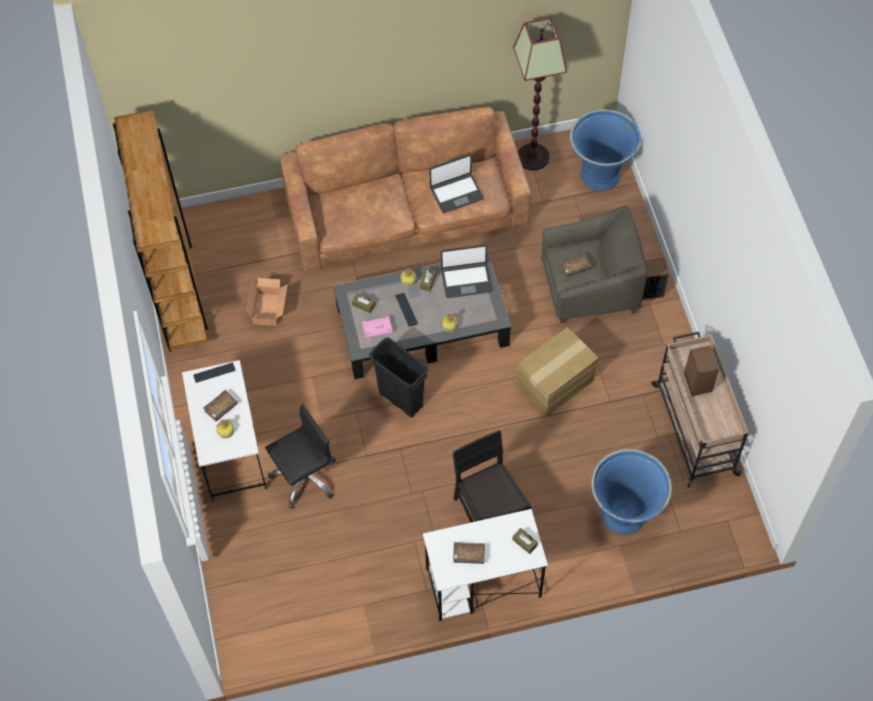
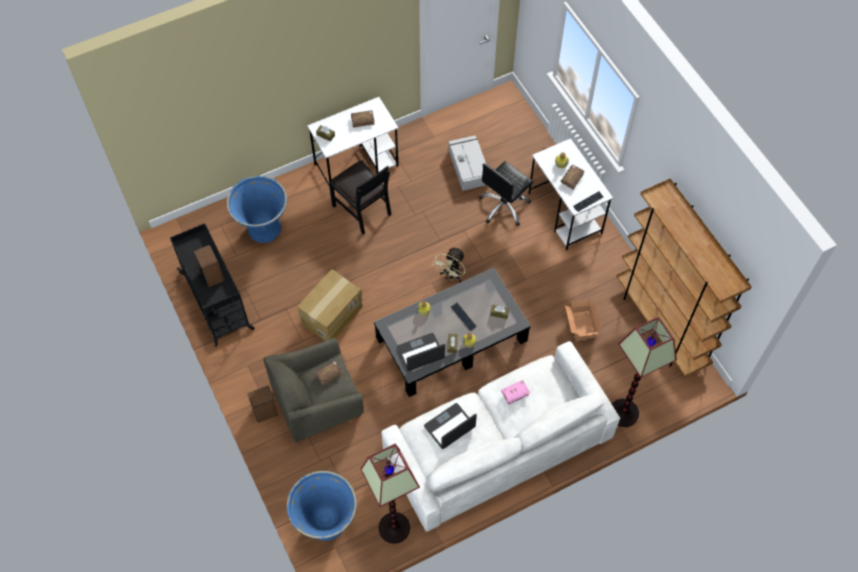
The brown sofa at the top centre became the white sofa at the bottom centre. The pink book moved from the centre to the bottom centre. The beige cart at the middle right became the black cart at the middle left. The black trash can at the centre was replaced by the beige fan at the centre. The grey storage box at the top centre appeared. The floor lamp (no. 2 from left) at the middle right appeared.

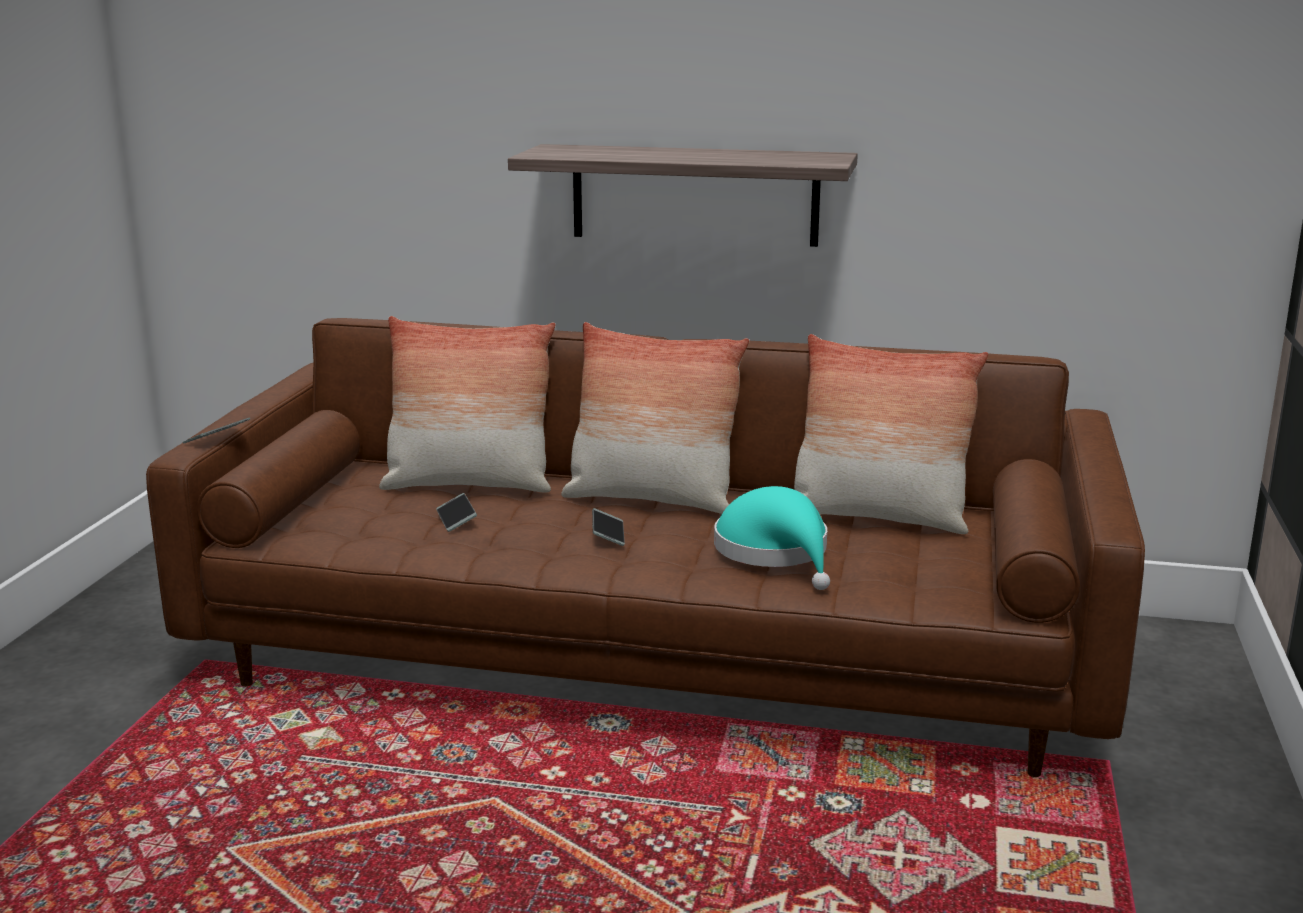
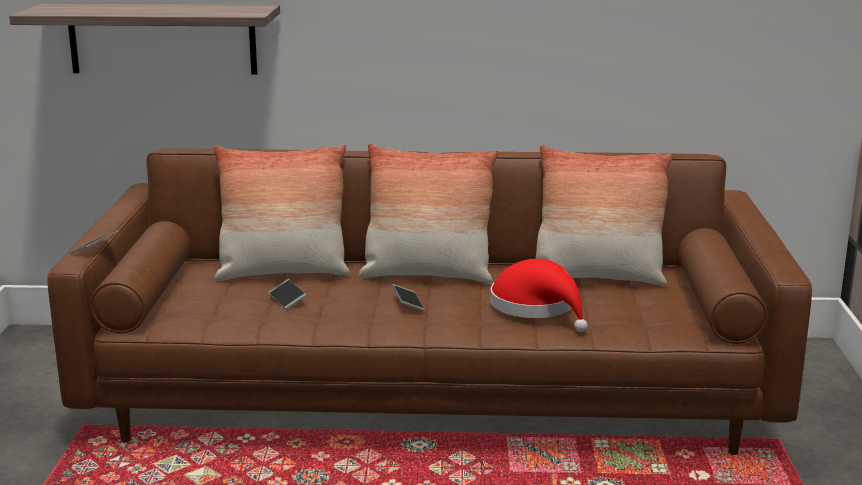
The shelf moved from the top centre to the top left. The turquoise hat at the centre became the red hat at the centre.

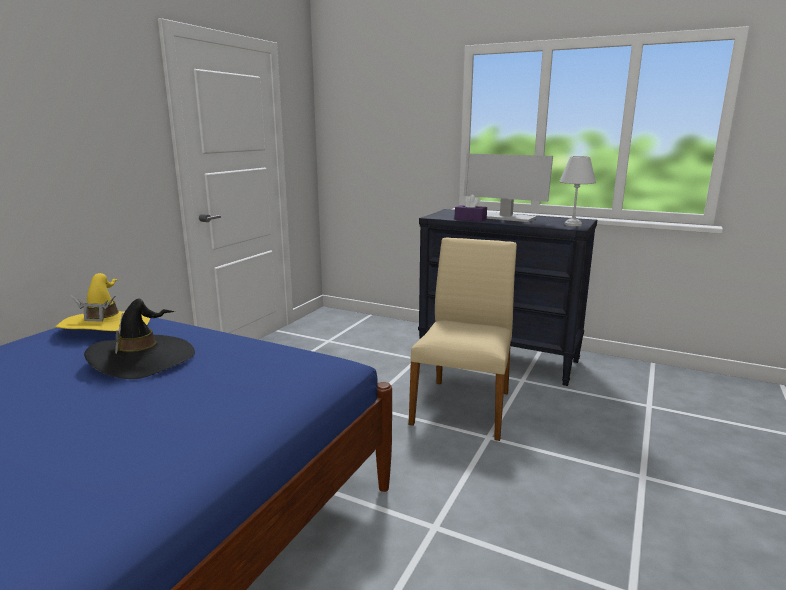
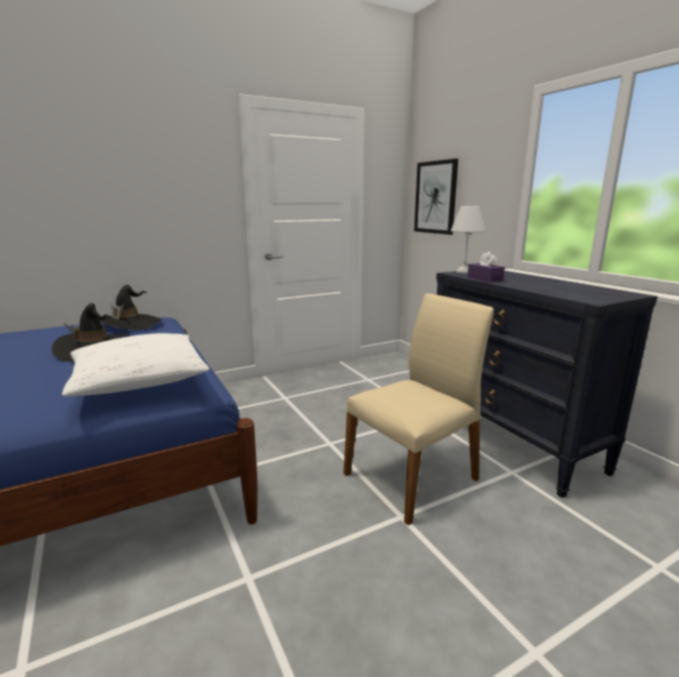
The monitor at the top centre disappeared. The white table lamp moved from the top right to the middle right. The yellow hat at the middle left became the black hat (no. 2 from left) at the middle left. The picture at the top centre appeared. The white pillow at the middle left appeared.

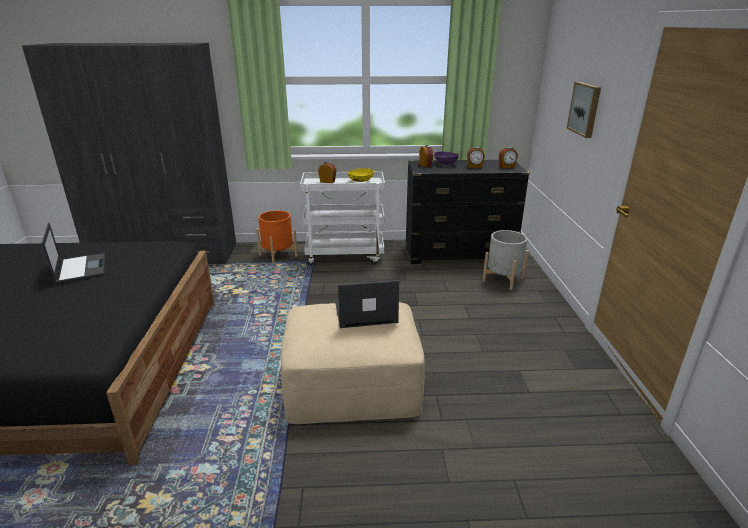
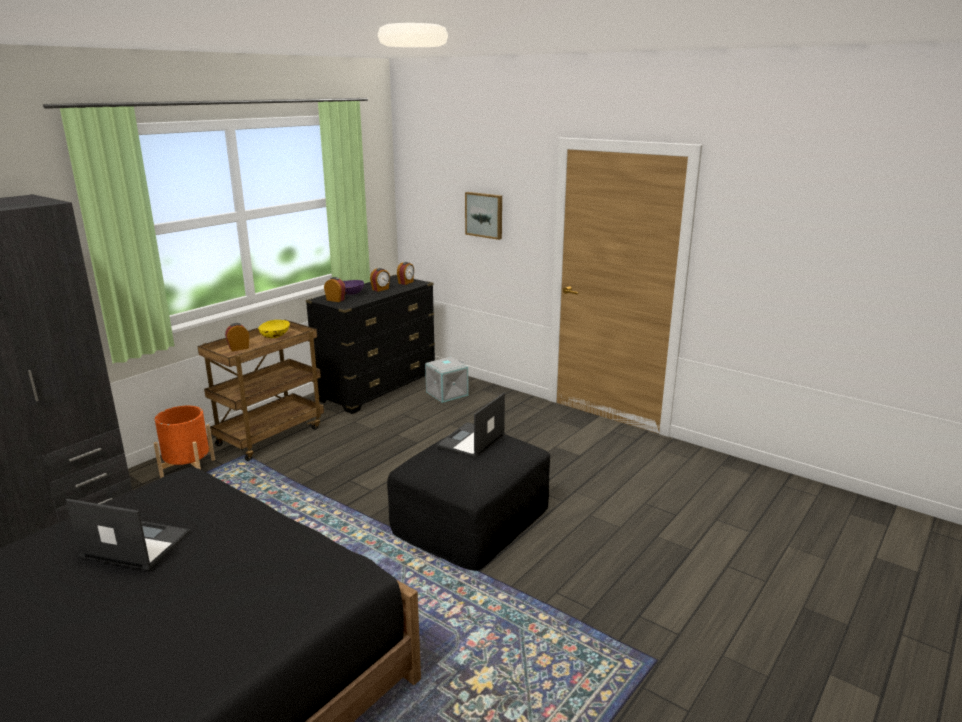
The white cart at the centre became the brown cart at the middle left. The grey planter at the middle right was replaced by the grey storage box at the centre. The beige ottoman at the bottom centre became the black ottoman at the bottom centre.

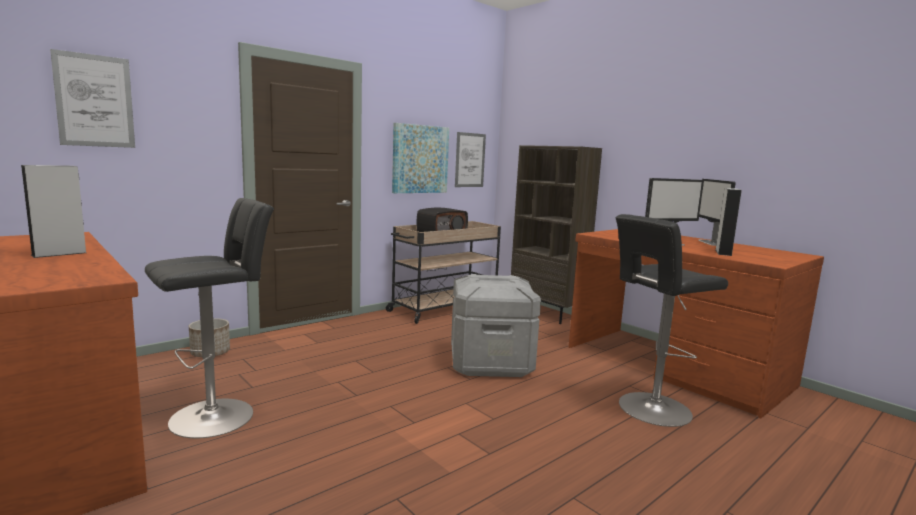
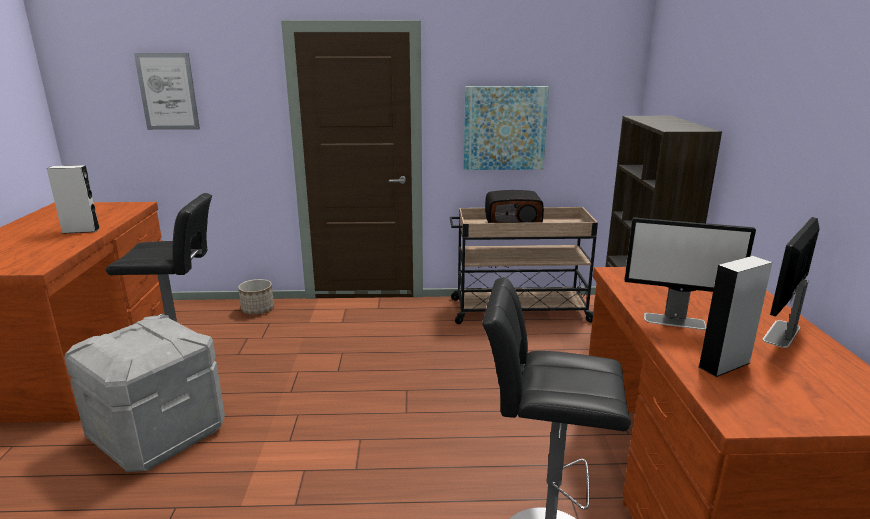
The picture (no. 3 from left) at the top centre disappeared. The grey storage box moved from the centre to the bottom left.

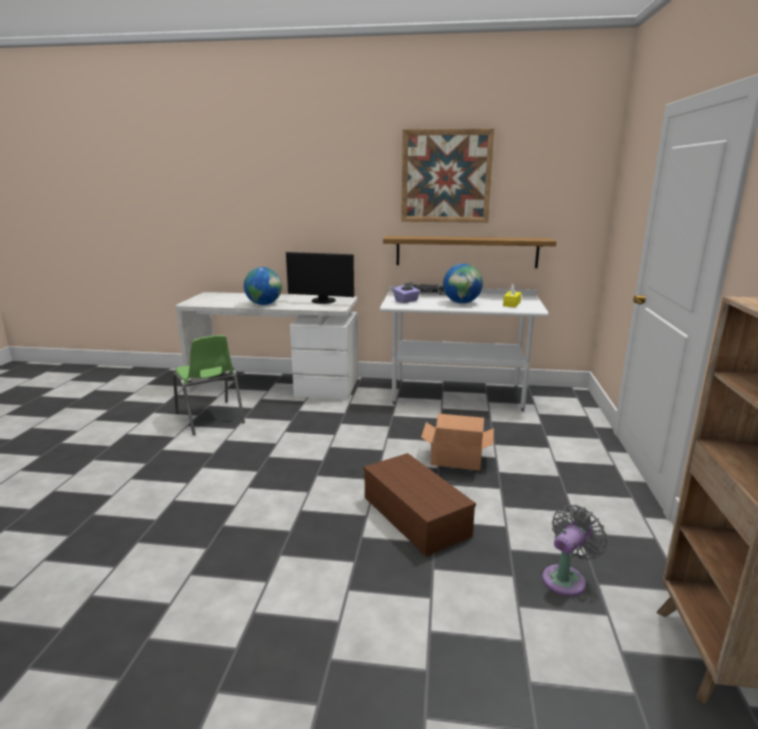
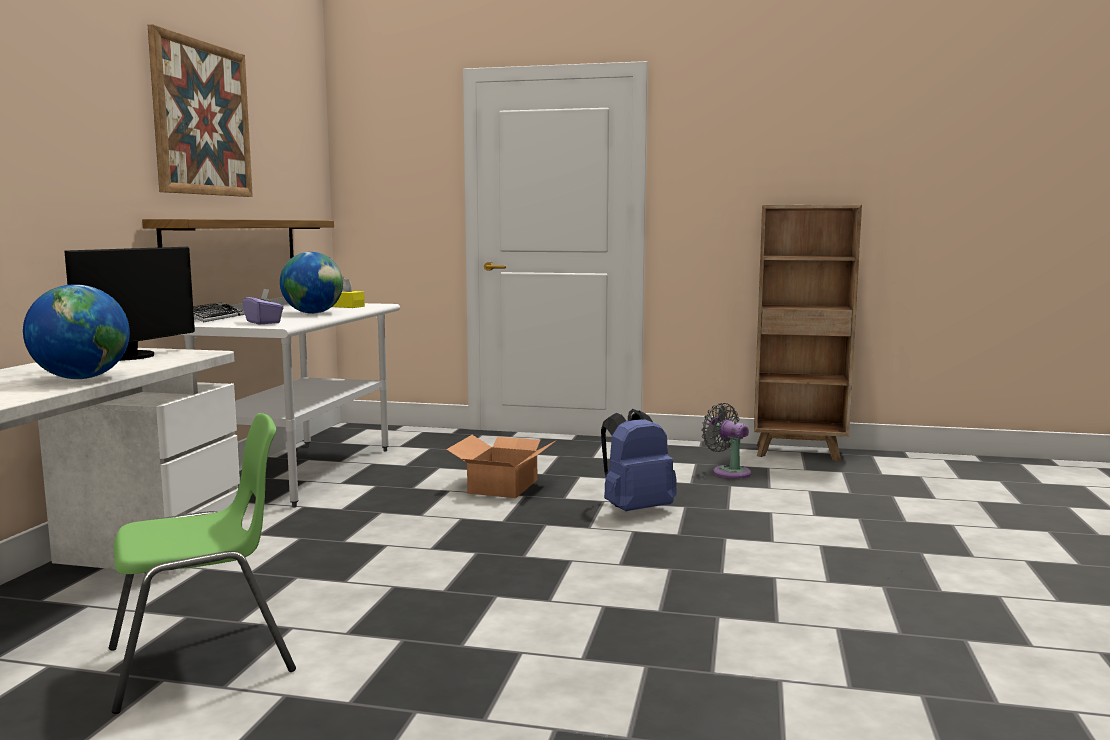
The brown storage box at the bottom centre was replaced by the blue backpack at the centre.

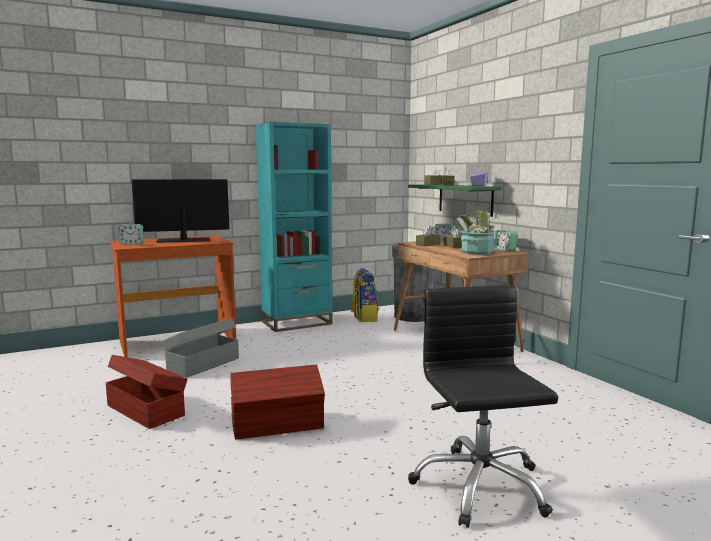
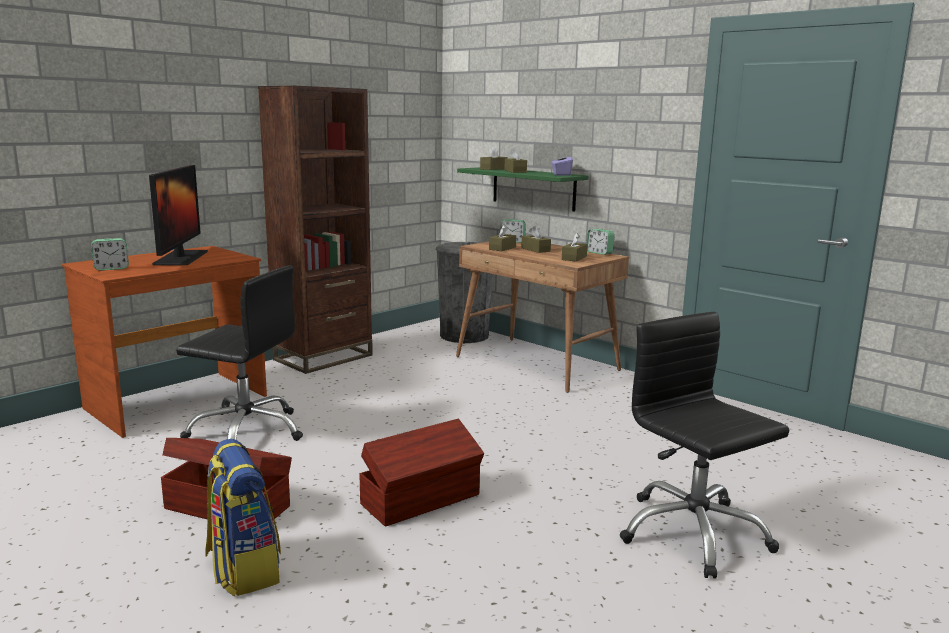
The turquoise bookcase at the centre became the brown bookcase at the middle left. The monitor at the middle left turned 120 degrees clockwise. The potted plant at the middle right was replaced by the brown tissue box (no. 5 from left) at the centre. The backpack moved from the centre to the bottom left. The grey storage box at the middle left was replaced by the black office chair (no. 1 from left) at the middle left.

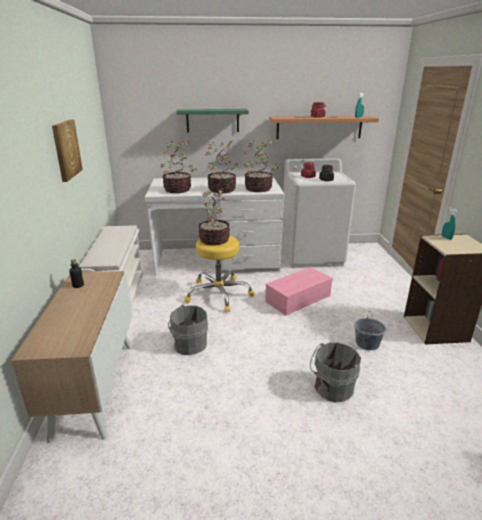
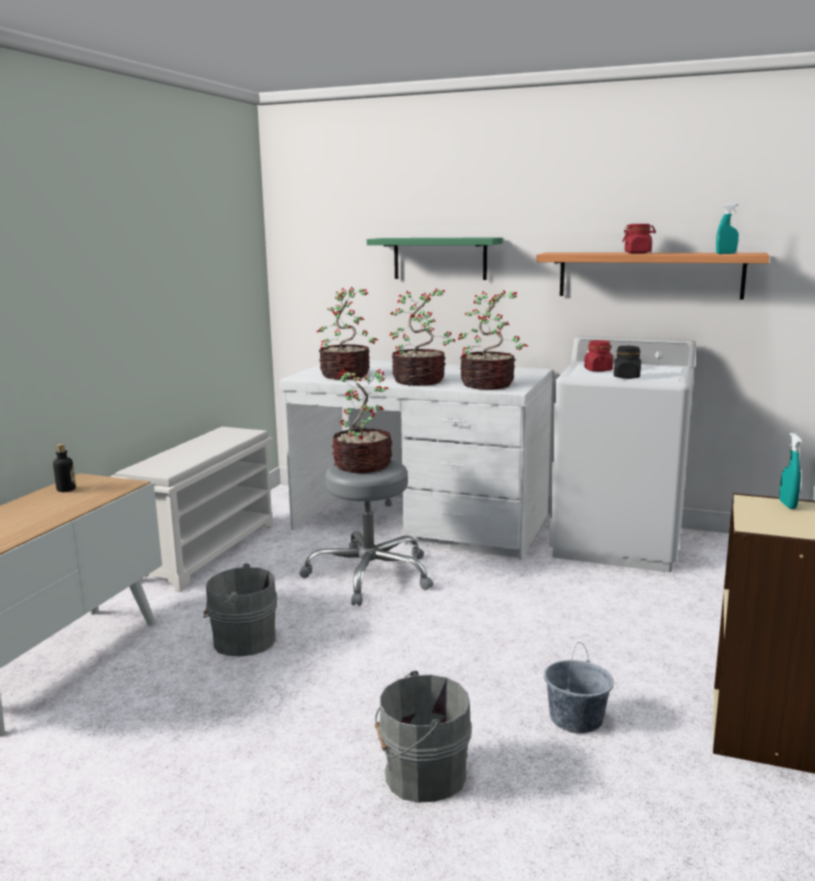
The picture at the top left disappeared. The yellow stool at the centre became the grey stool at the centre. The pink storage box at the centre disappeared.

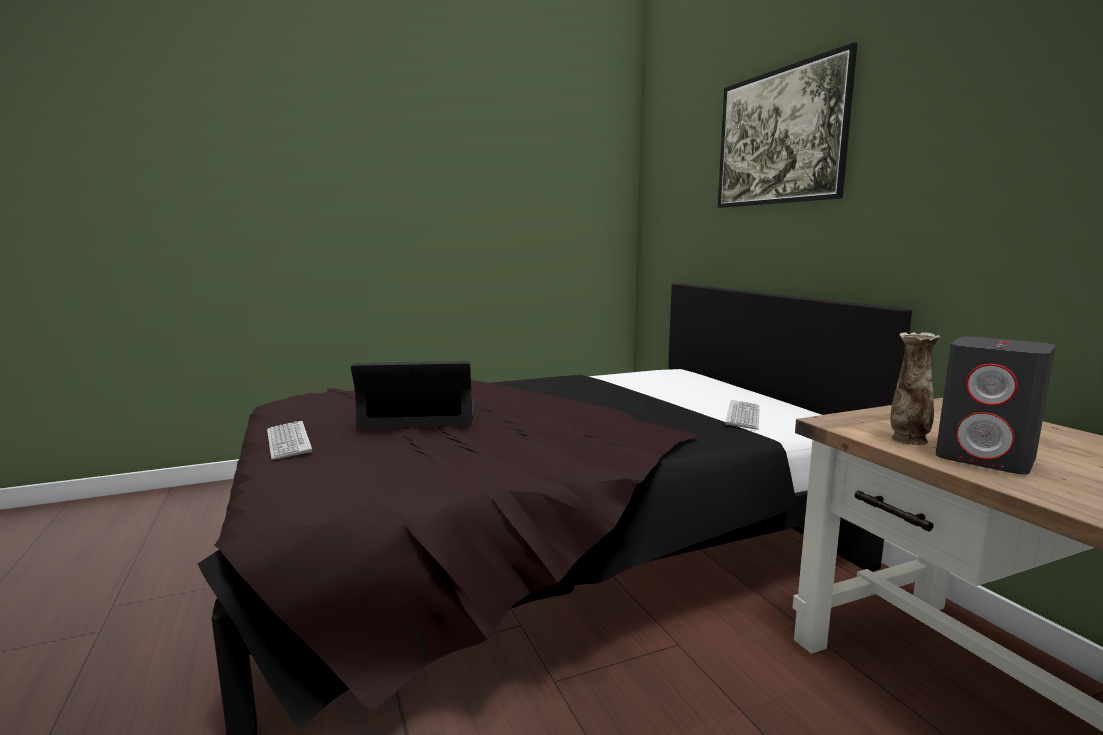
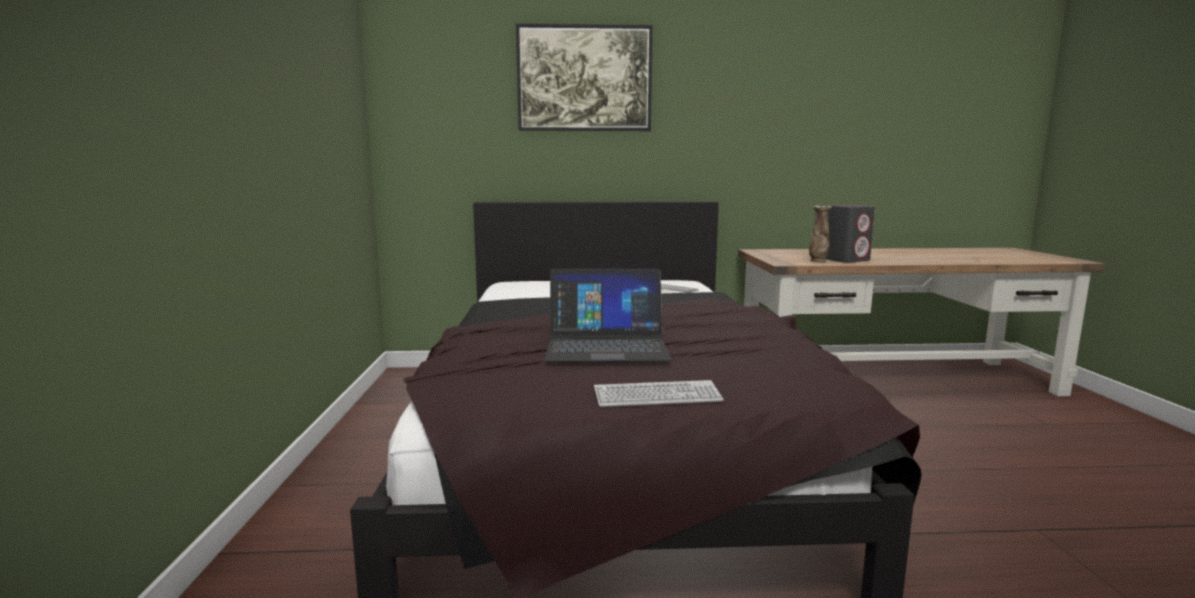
The laptop at the centre turned 105 degrees counterclockwise.

